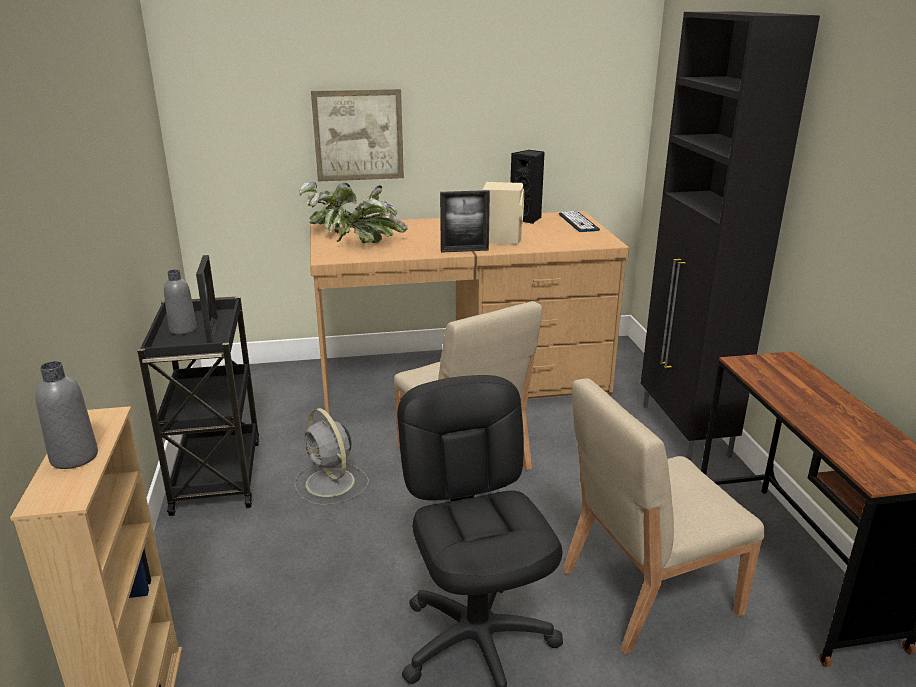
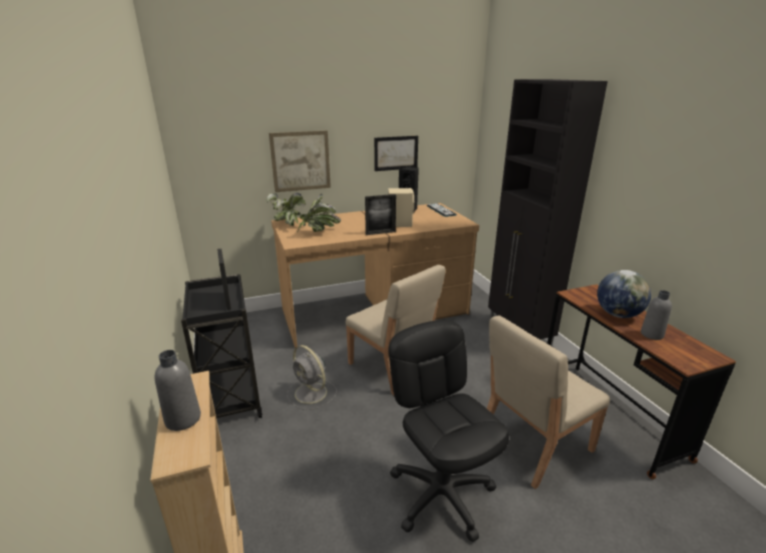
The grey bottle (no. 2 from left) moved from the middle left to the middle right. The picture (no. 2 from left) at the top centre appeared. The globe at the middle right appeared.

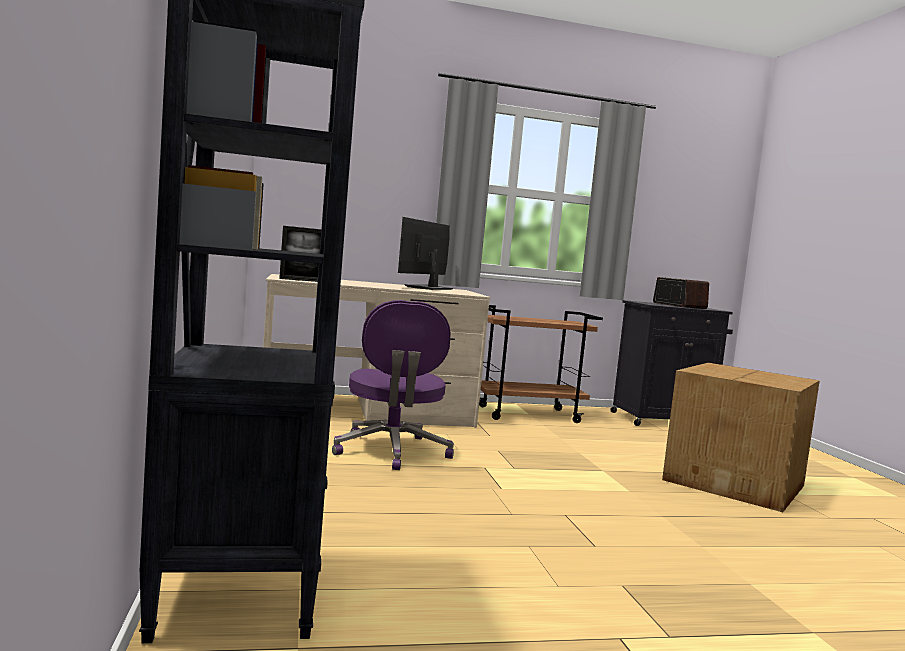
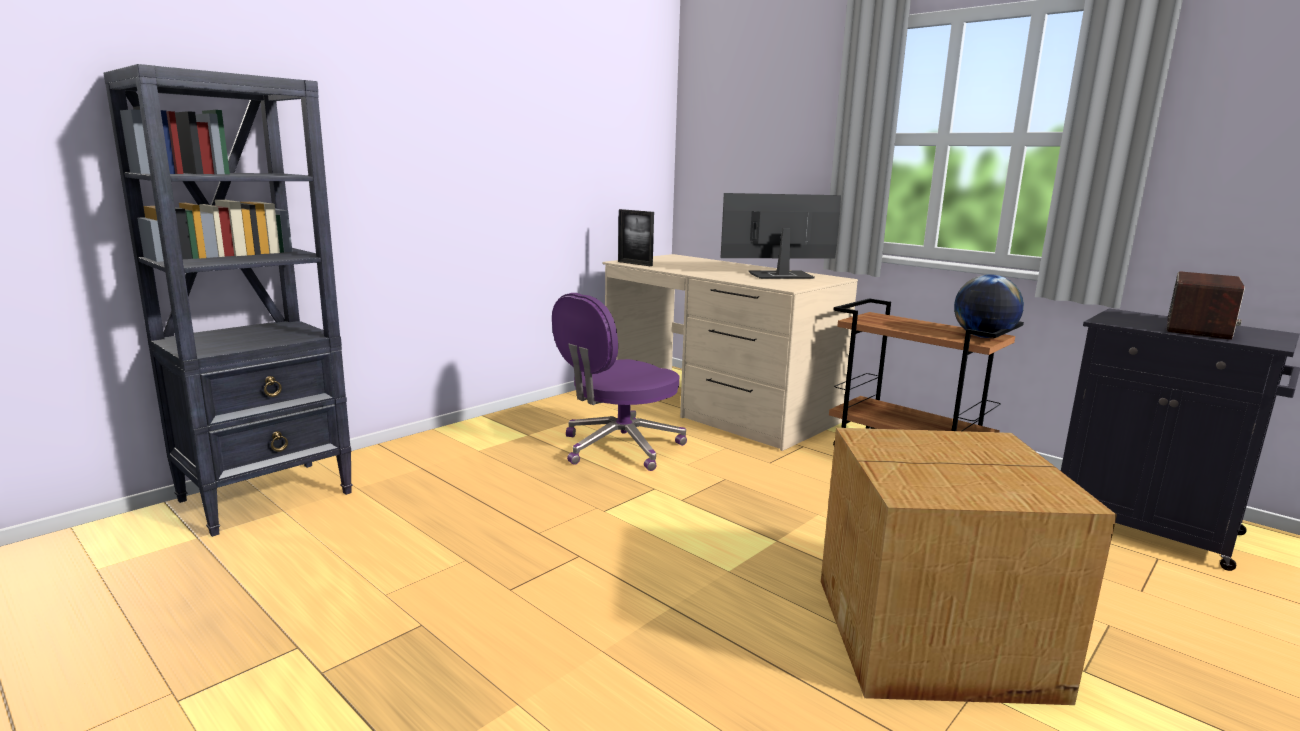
The globe at the middle right appeared.

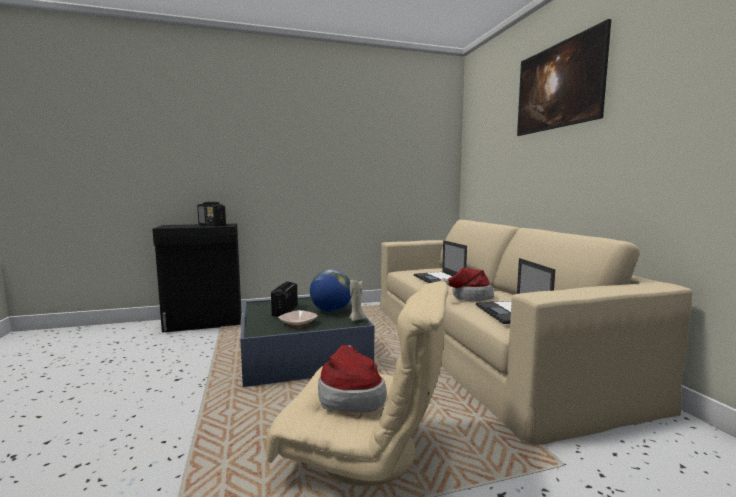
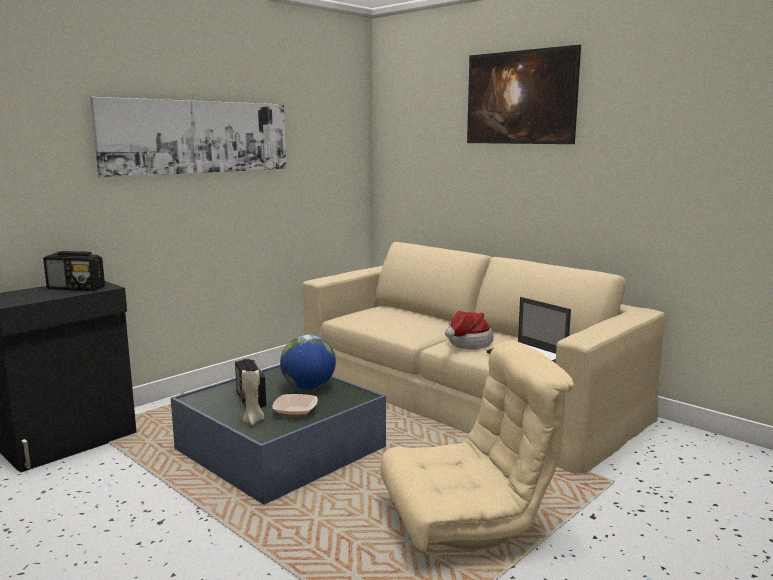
The laptop (no. 1 from left) at the centre disappeared. The beige candle moved from the centre to the bottom left. The hat (no. 1 from left) at the bottom centre disappeared. The picture (no. 1 from left) at the top left appeared.

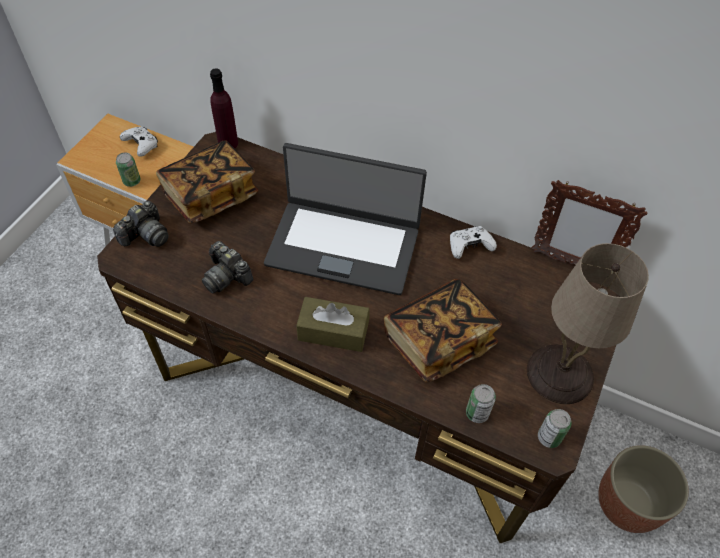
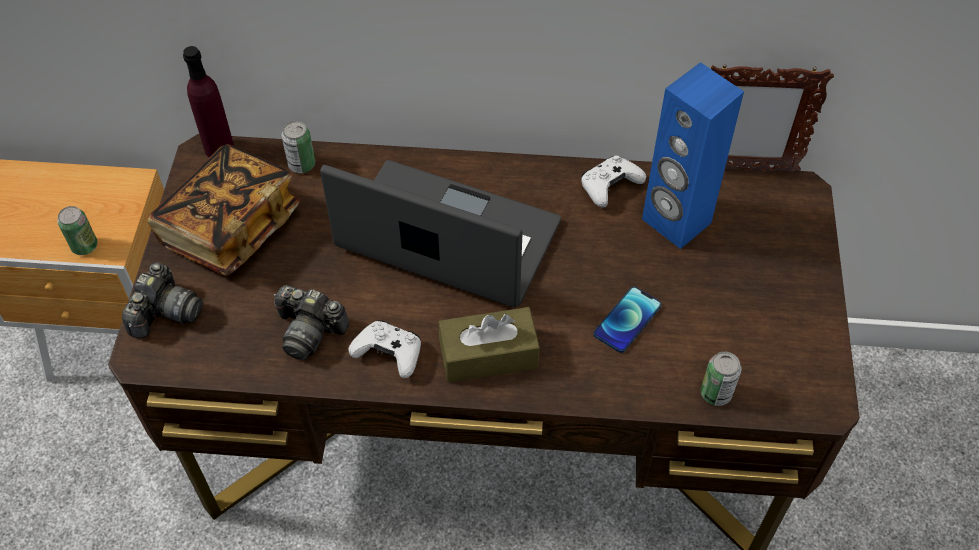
The white game controller (no. 1 from left) moved from the top left to the centre. The laptop at the centre turned 150 degrees counterclockwise. The beige table lamp at the middle right disappeared. The book (no. 2 from left) at the centre was replaced by the phone at the centre. The can (no. 3 from left in the first image) moved from the bottom right to the top left. The planter at the bottom right disappeared. The blue speaker at the top right appeared.

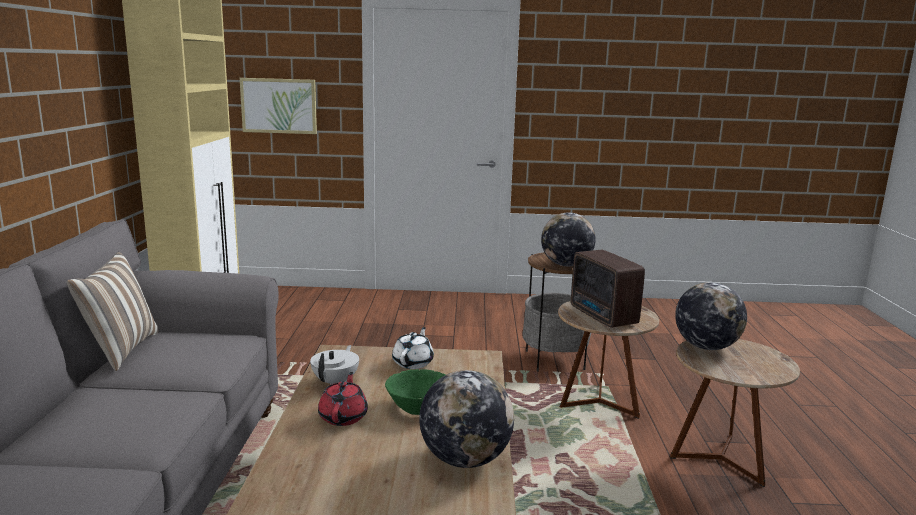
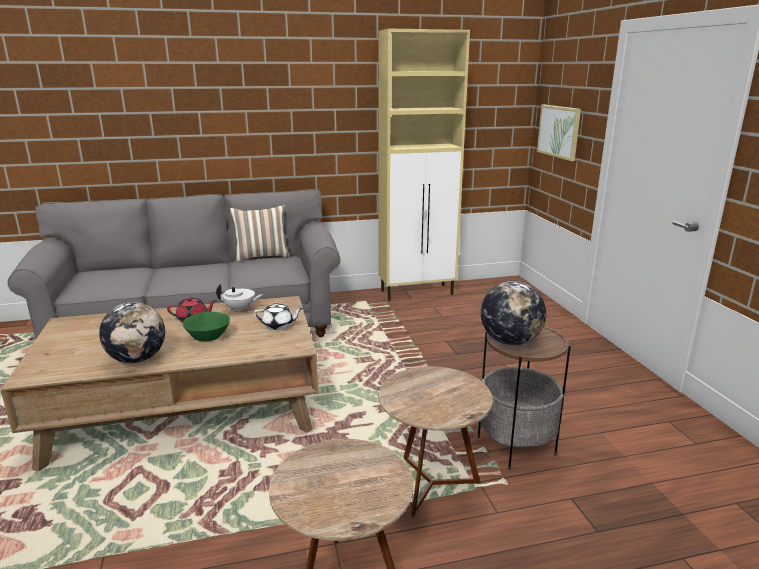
The radio at the centre disappeared. The globe (no. 3 from left) at the middle right disappeared.

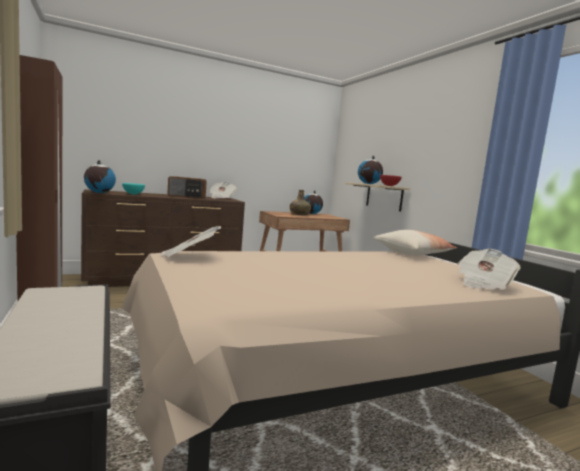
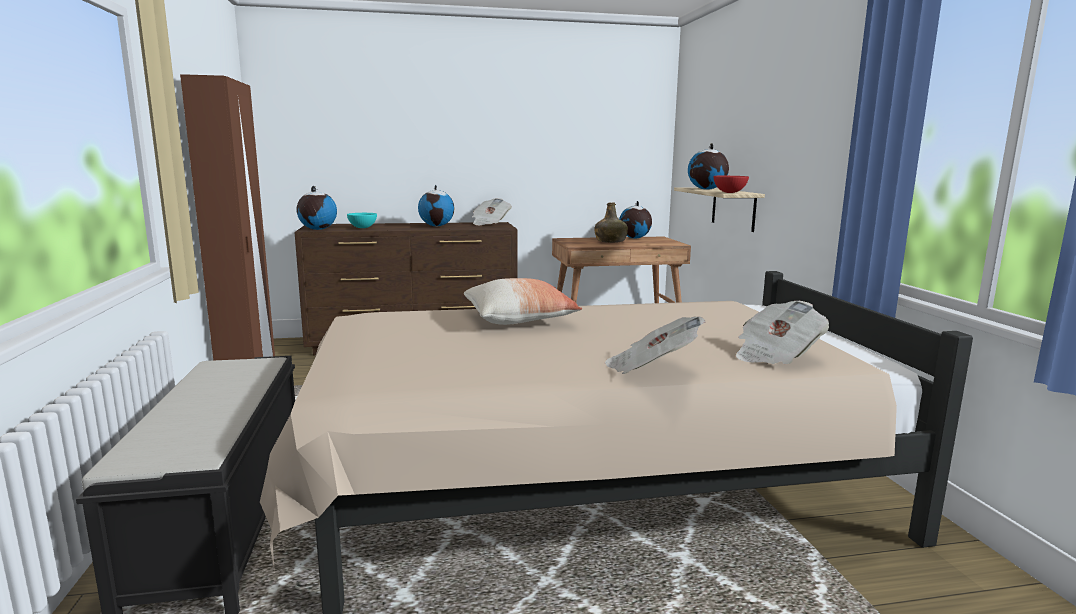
The radio at the middle left was replaced by the globe (no. 2 from left) at the centre. The newspaper (no. 1 from left in the first image) moved from the middle left to the centre. The pillow moved from the middle right to the centre.

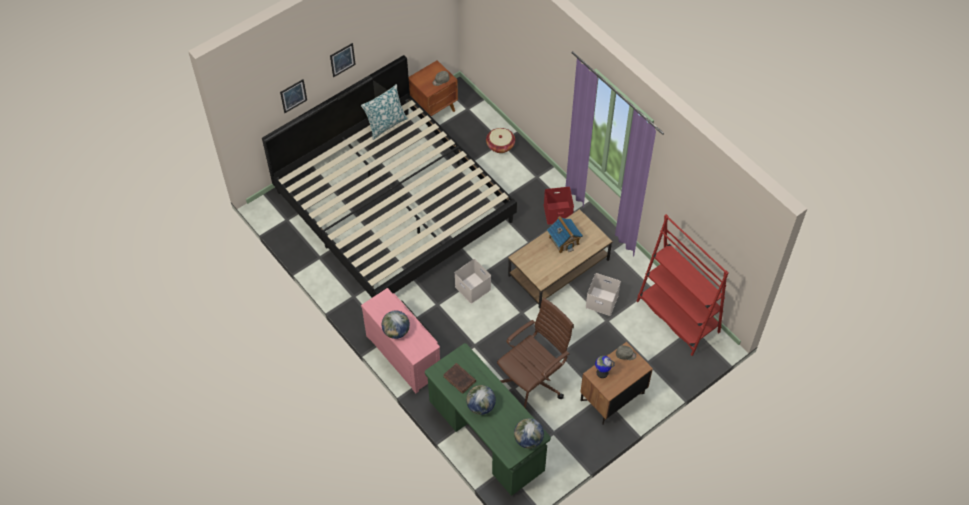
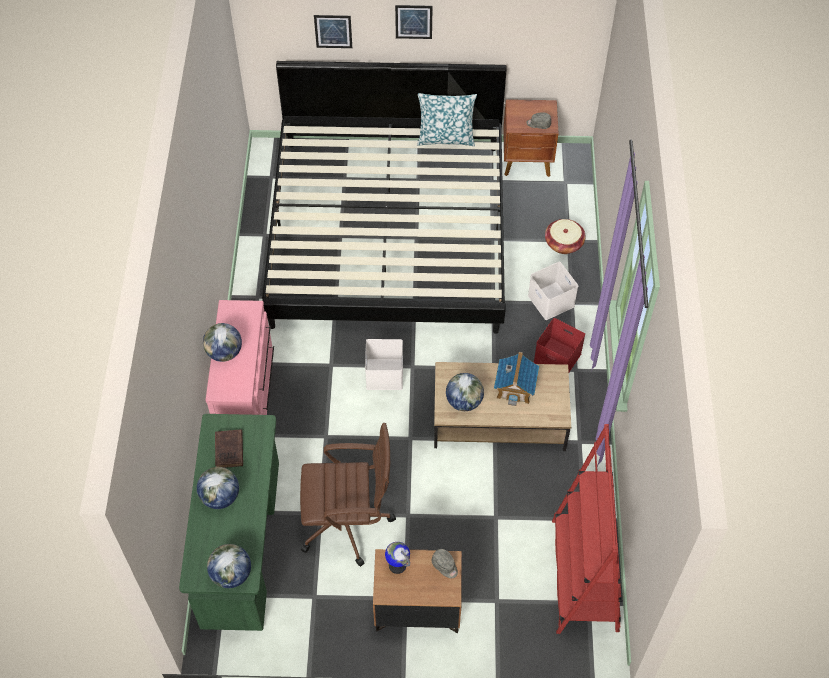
The white storage box (no. 2 from left) moved from the centre to the middle right. The globe (no. 5 from left) at the centre appeared.

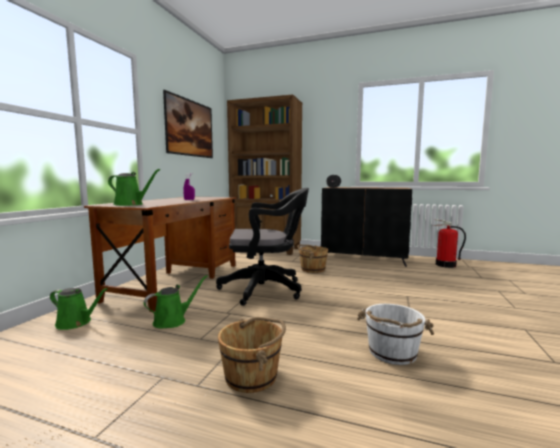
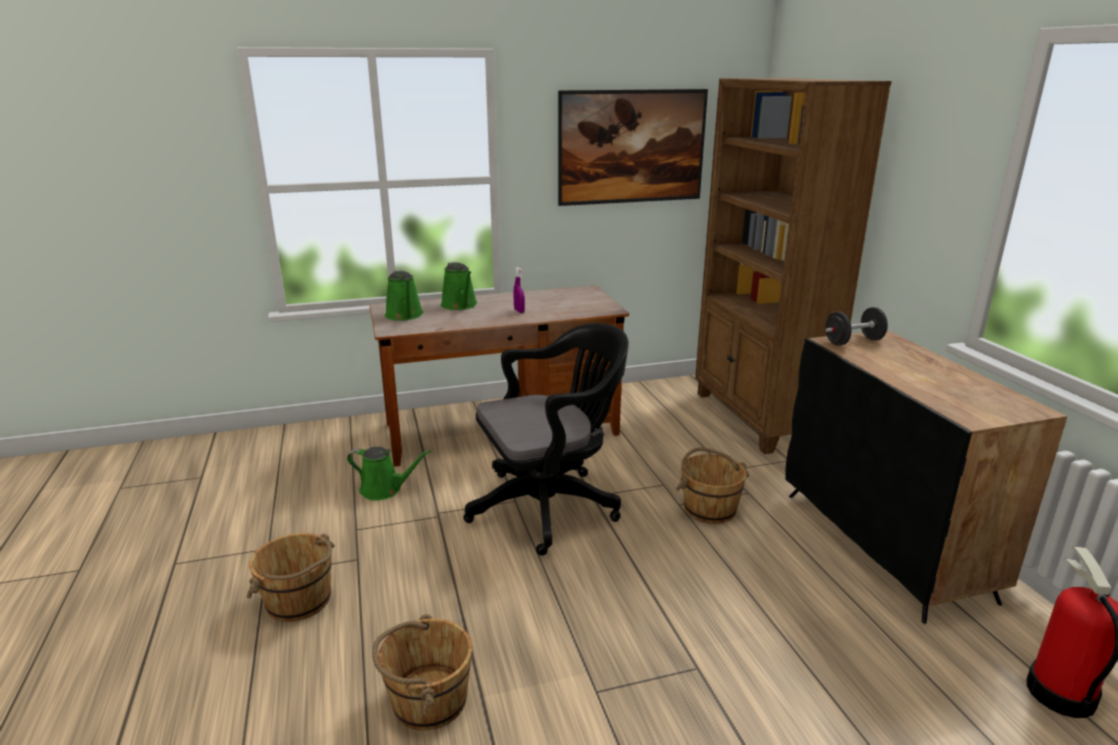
The black office chair at the centre turned 75 degrees counterclockwise. The green watering can (no. 1 from left in the first image) moved from the bottom left to the centre. The white bucket at the bottom right became the brown bucket (no. 2 from left) at the bottom centre.

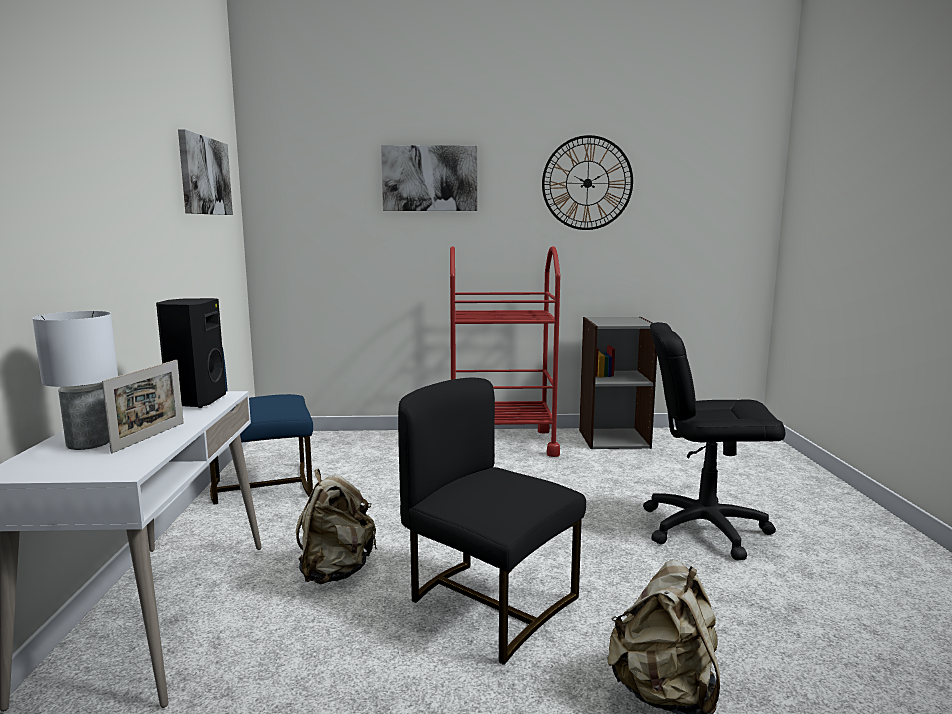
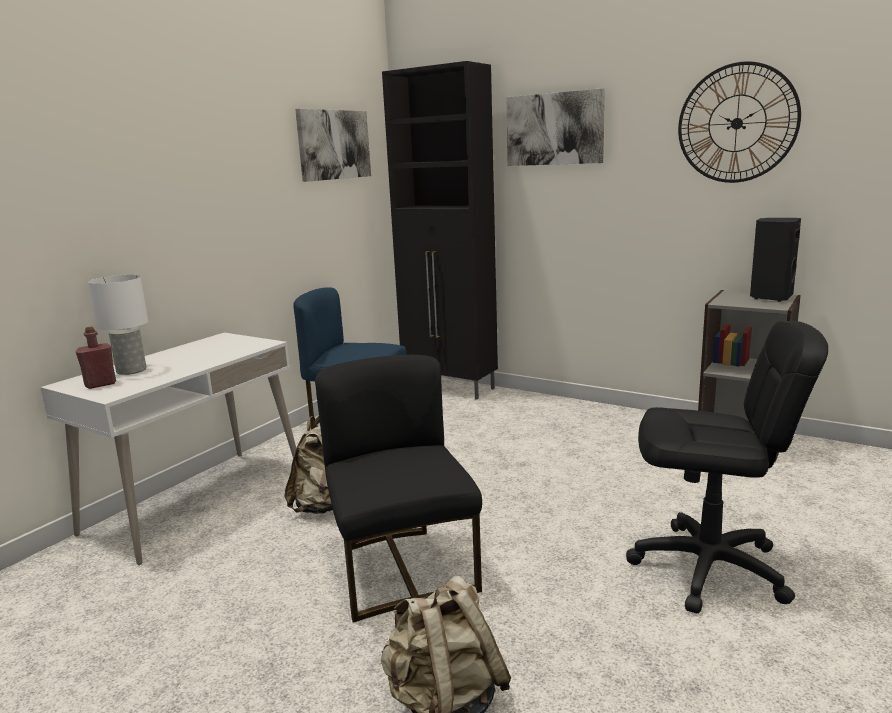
The red cart at the centre disappeared. The black speaker moved from the middle left to the middle right. The black office chair at the middle right turned 150 degrees clockwise. The picture frame at the middle left disappeared. The black cabinet at the top centre appeared. The red bottle at the middle left appeared.

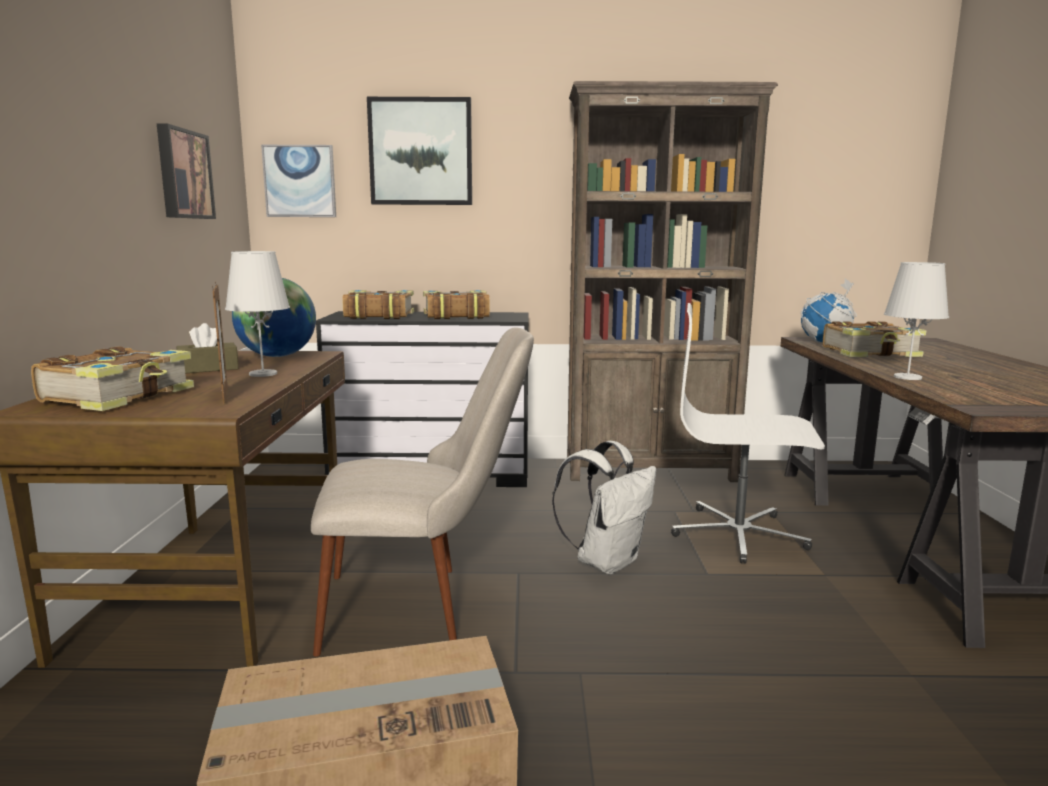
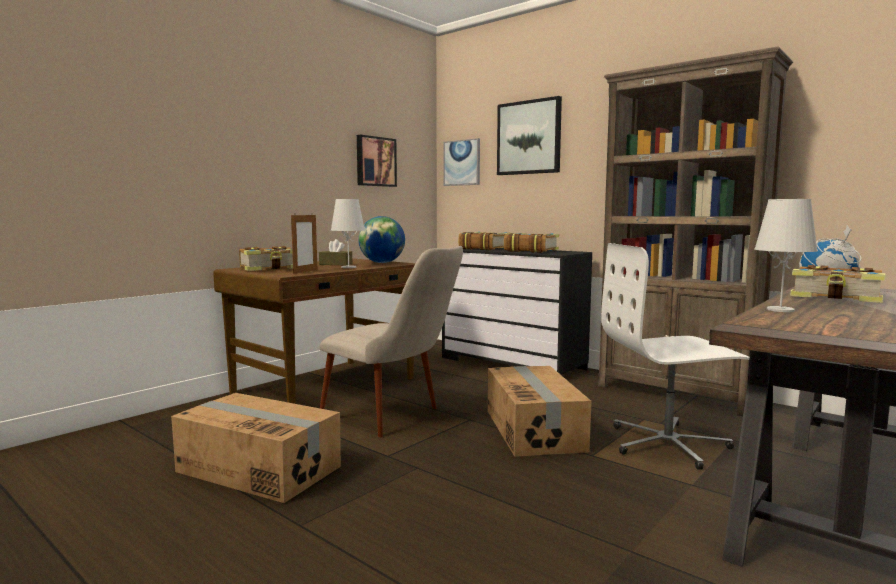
The white office chair at the middle right turned 60 degrees counterclockwise. The white backpack at the centre was replaced by the cardboard box (no. 2 from left) at the bottom centre.

